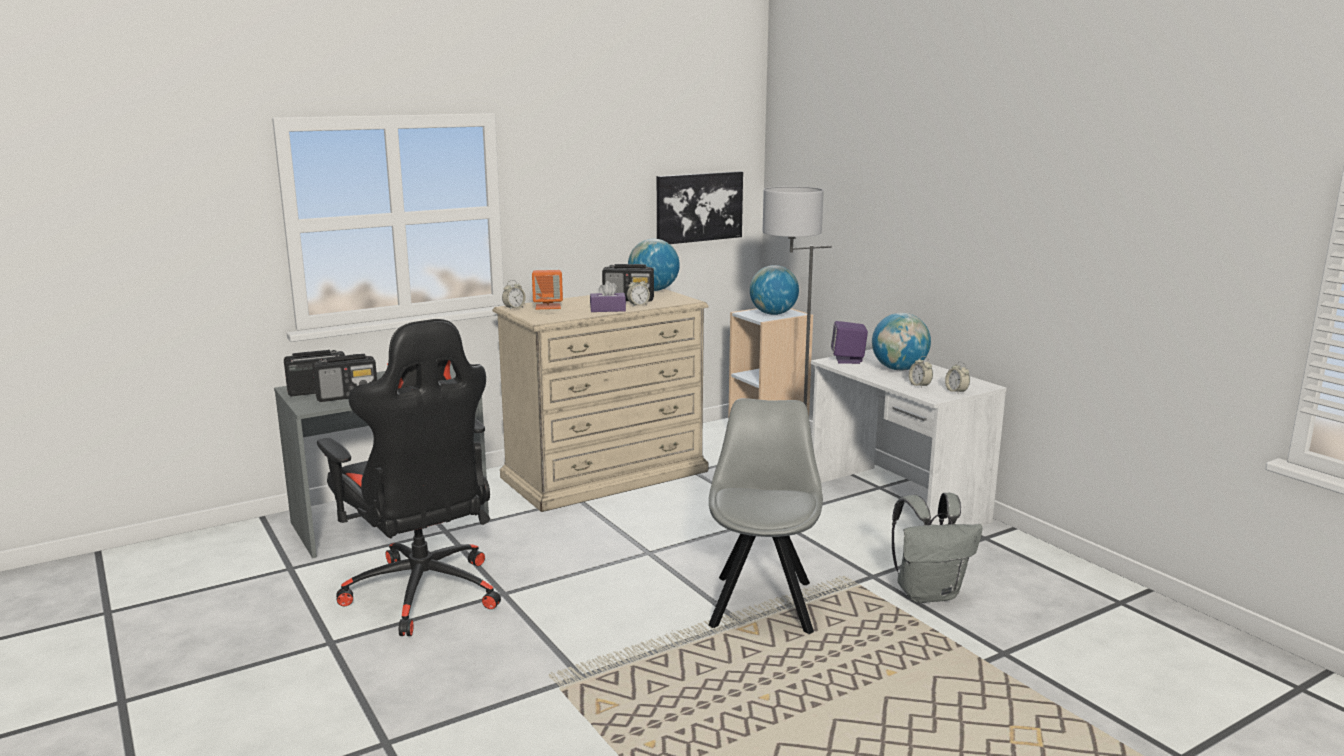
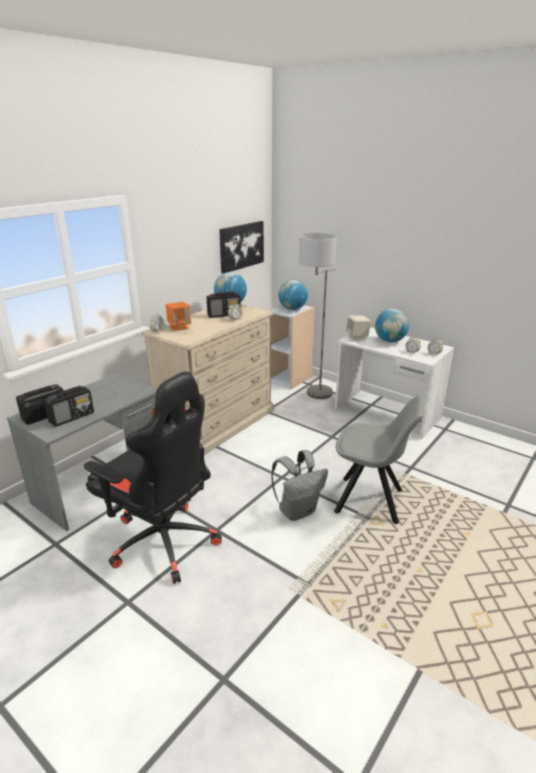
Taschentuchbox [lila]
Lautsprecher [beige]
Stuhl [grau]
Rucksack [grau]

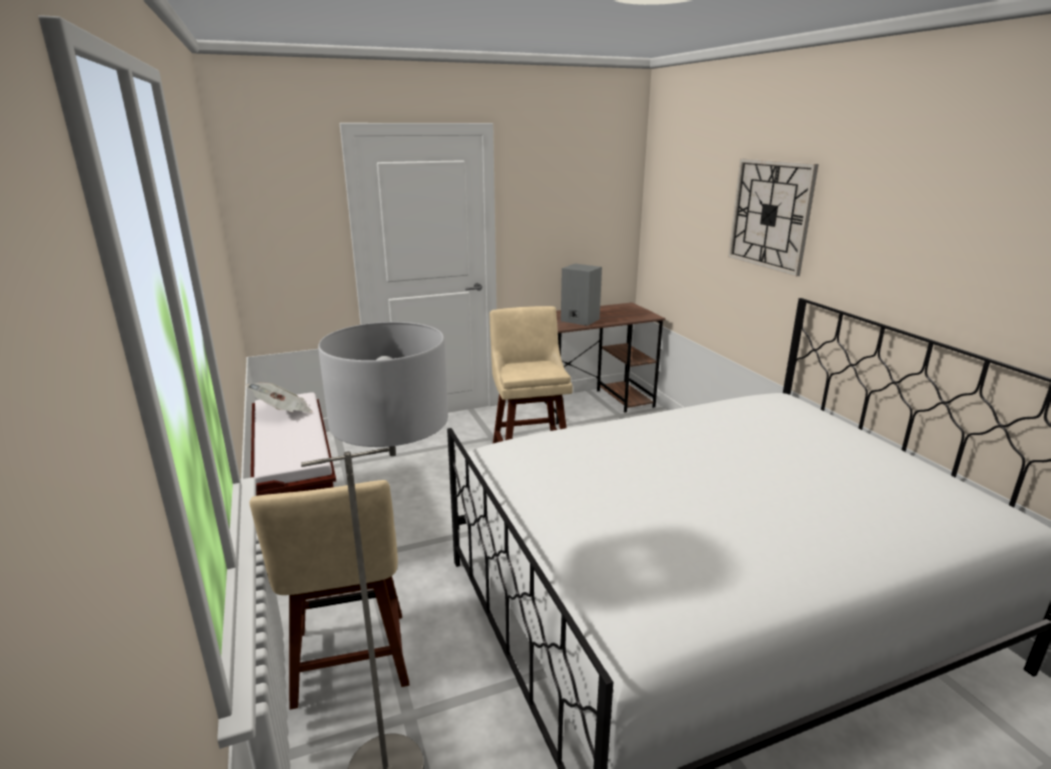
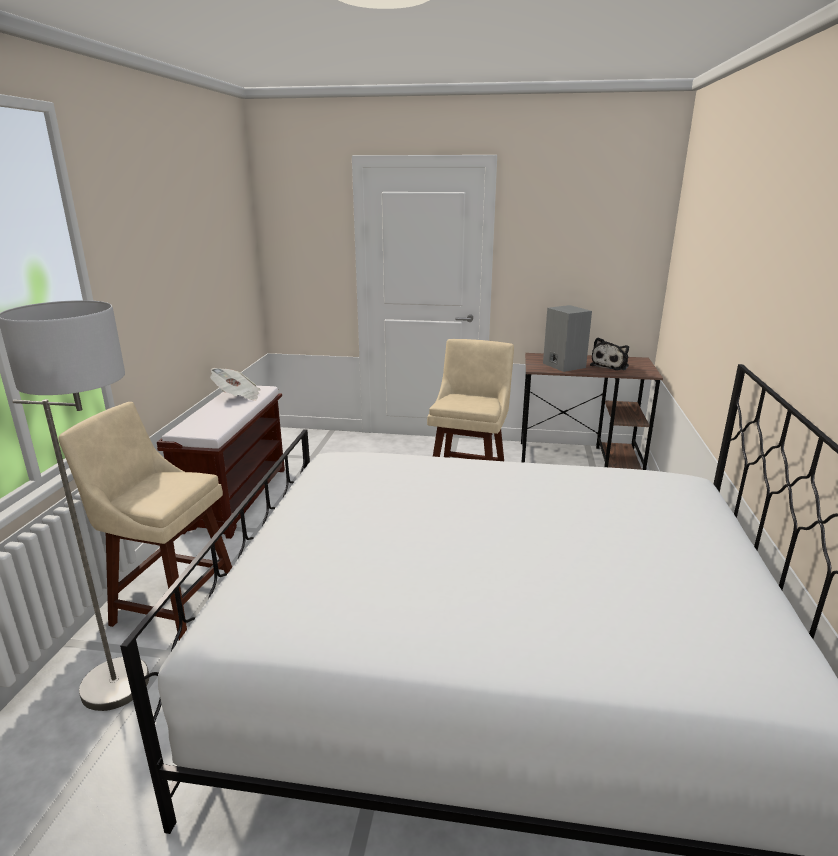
Wanduhr
Stuhl [beige] (1st from left)
Plüschtier

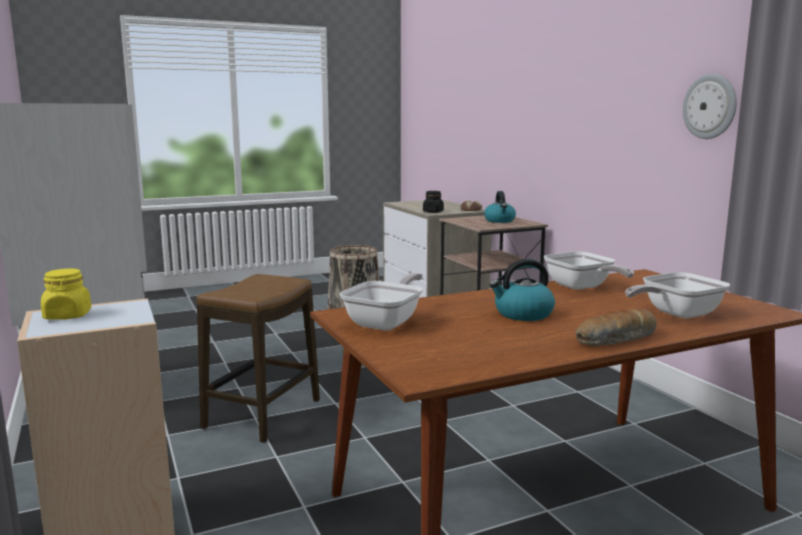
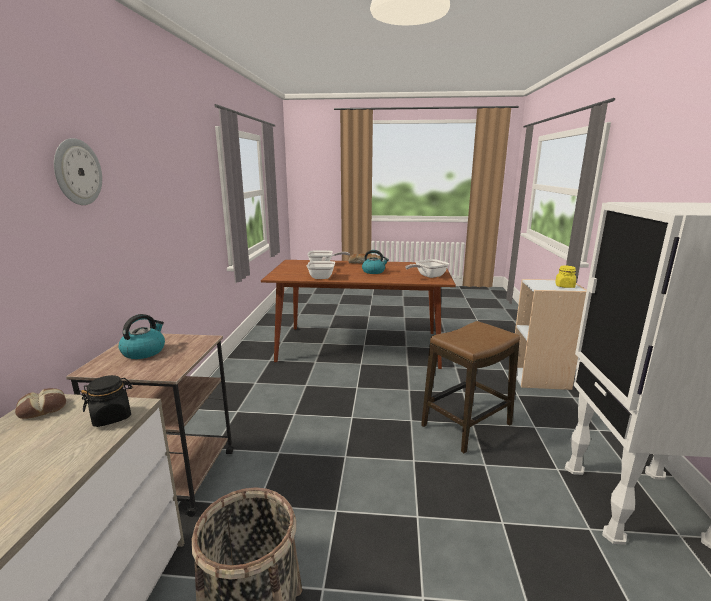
Wanduhr

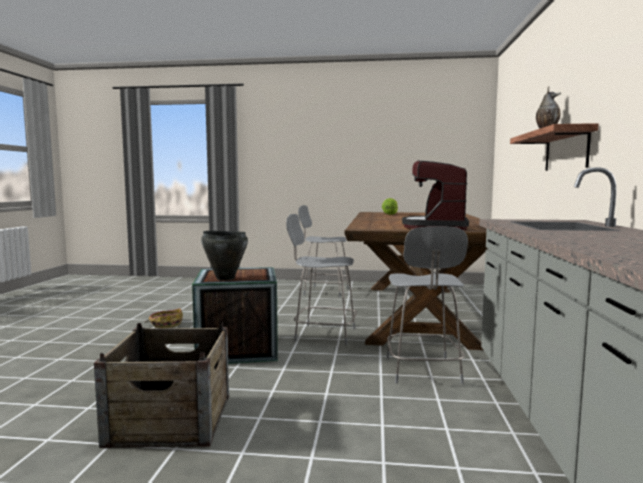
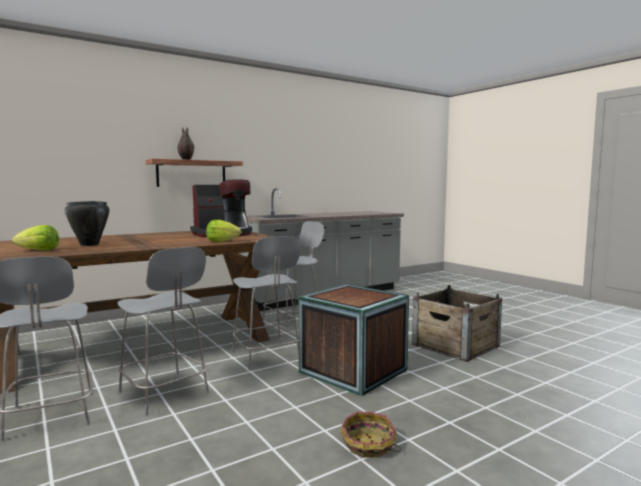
Kochtopf [schwarz]
Salatkopf (2nd from left)
Stuhl [grau] (2nd from left)

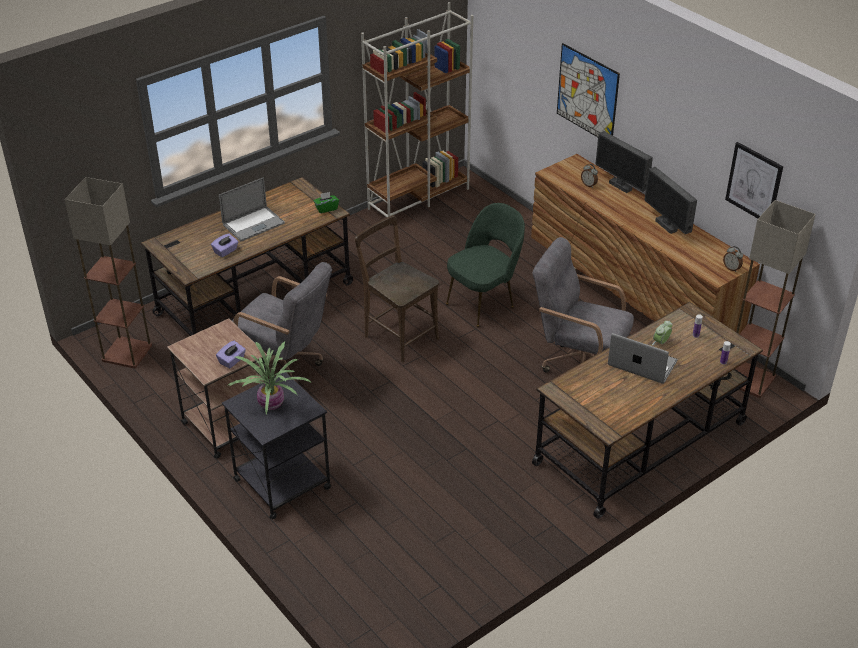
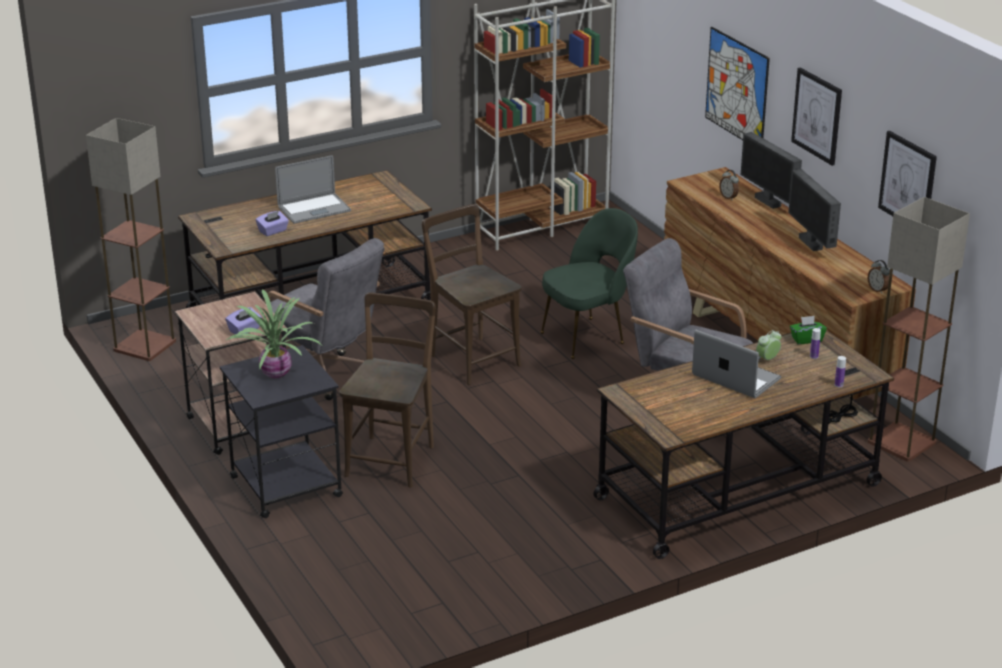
Taschentuchbox [grün]
Bild (2nd from left)
Stuhl [braun] (1st from left)

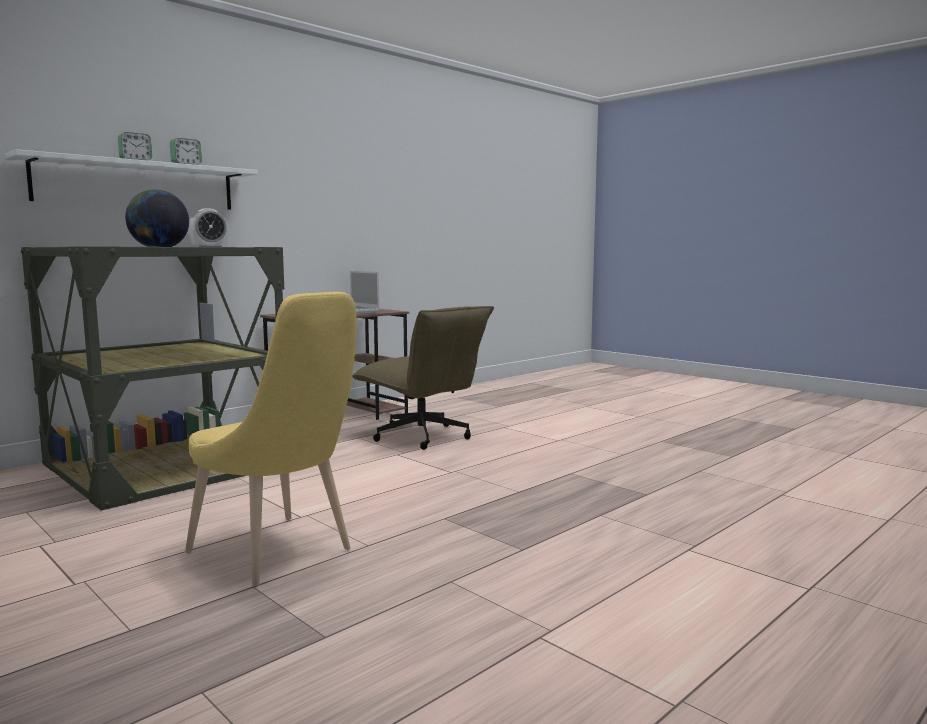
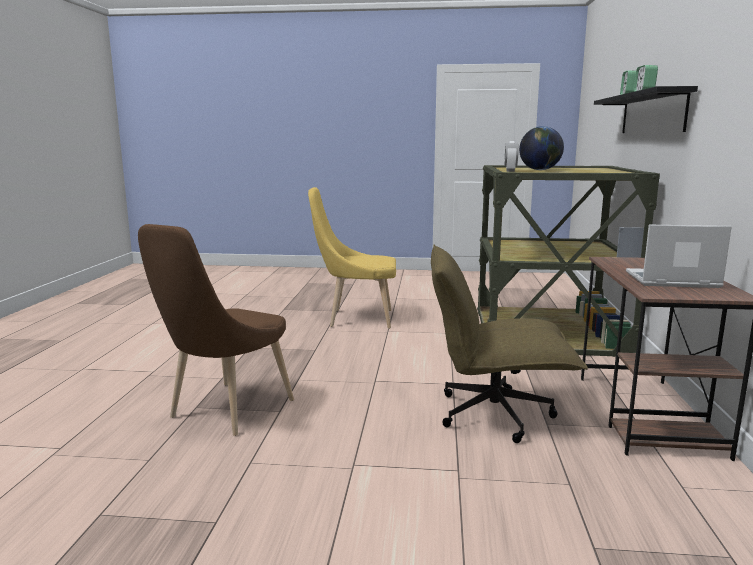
Wandregal [schwarz]
Stuhl [braun]

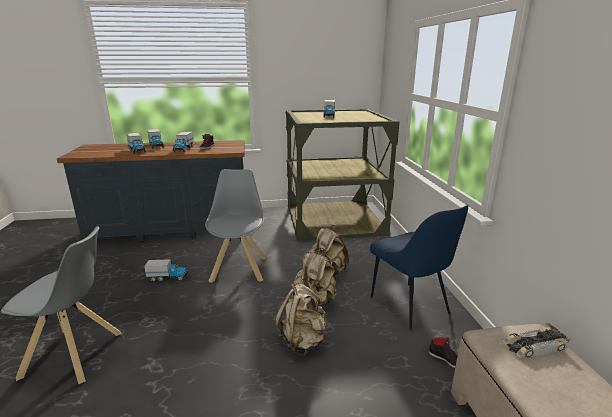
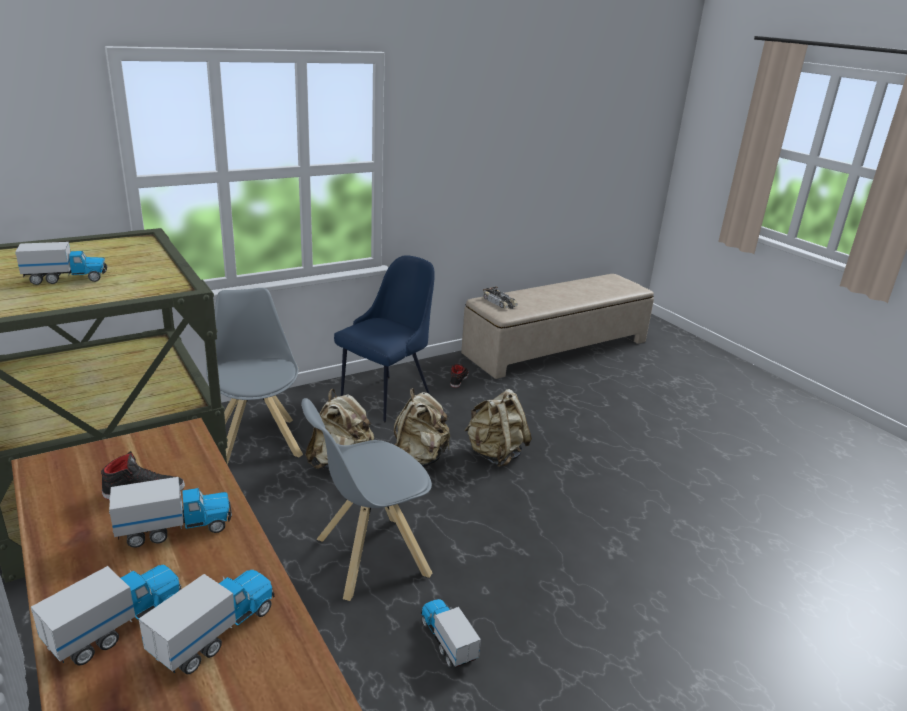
Stuhl [grau] (1st from left)

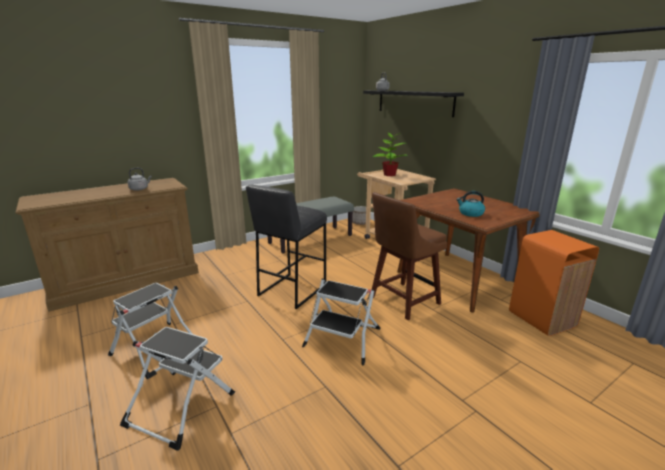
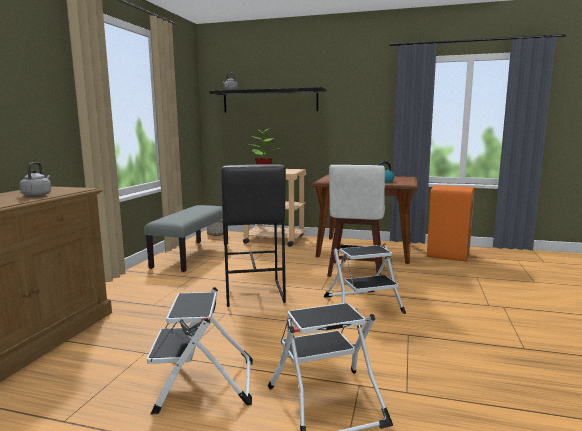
Stuhl [weiß]

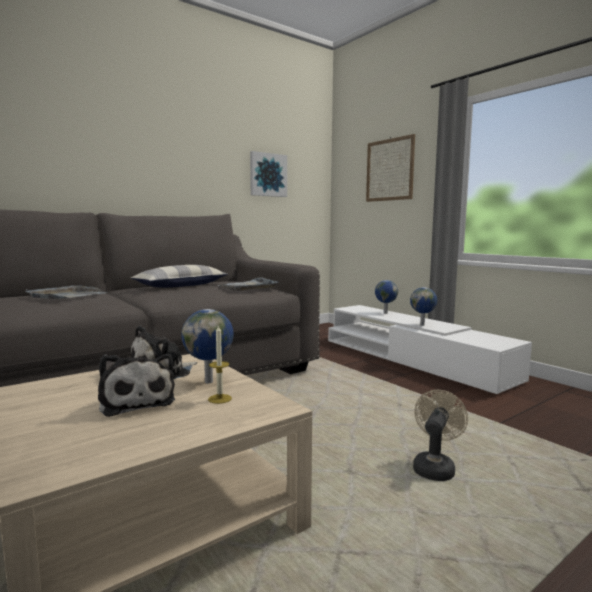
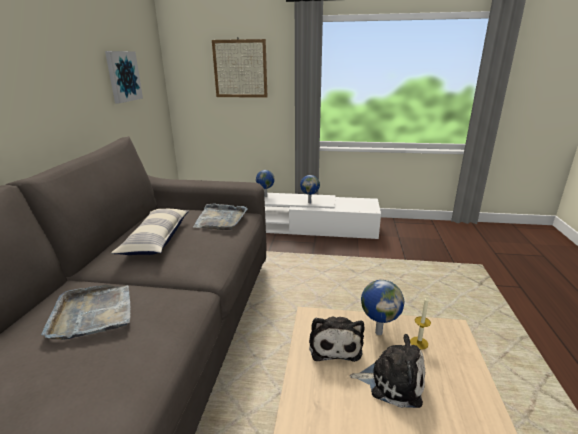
Ventilator [beige]

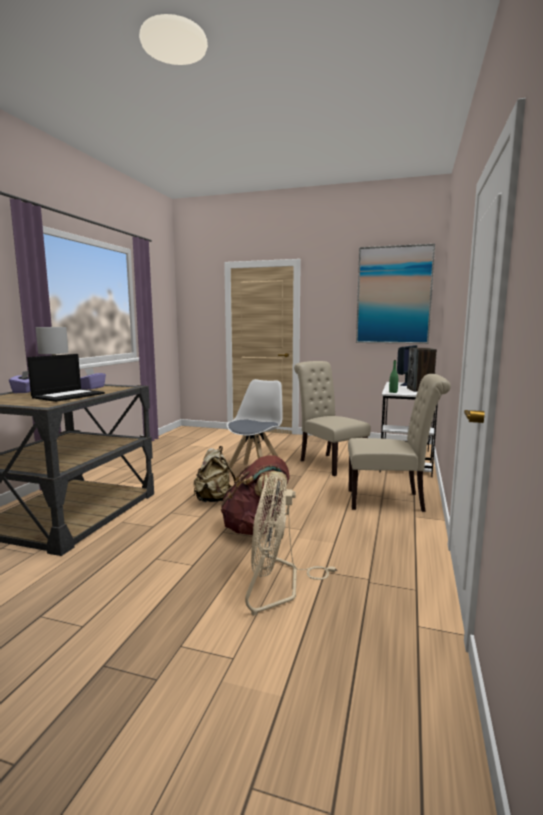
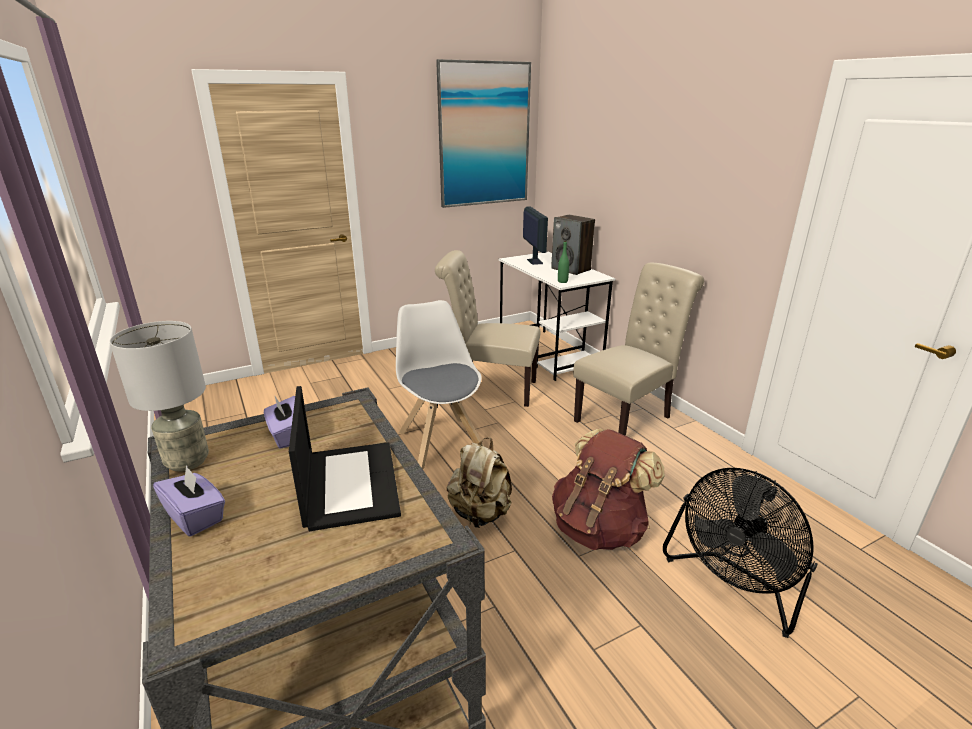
Ventilator [schwarz]

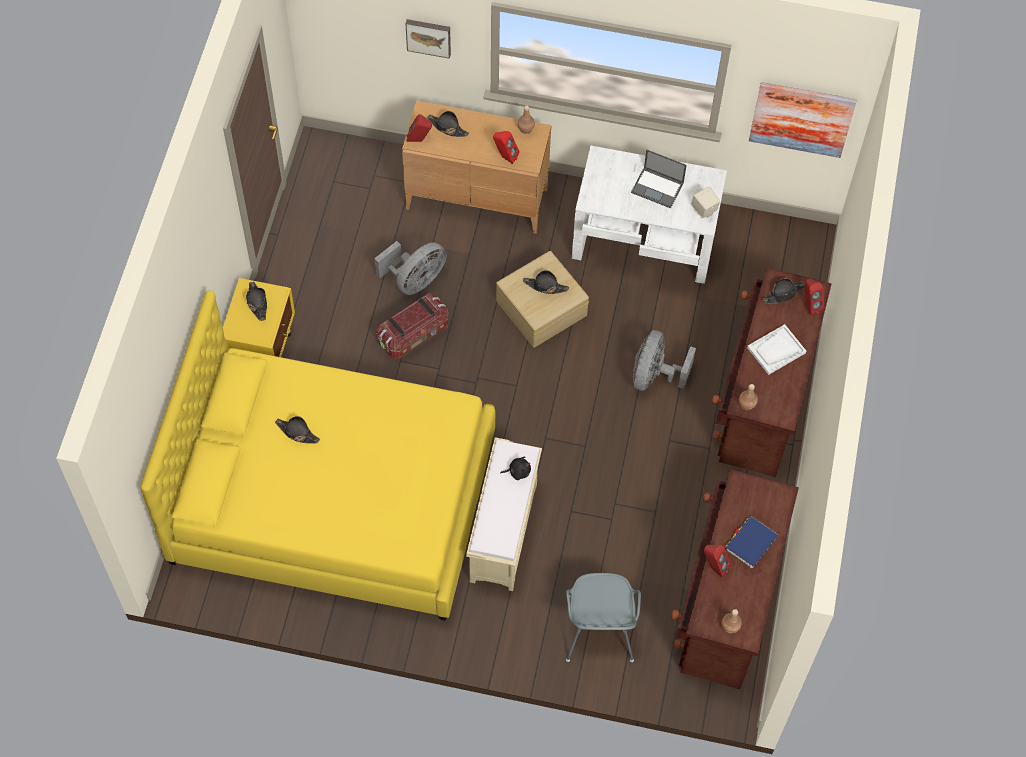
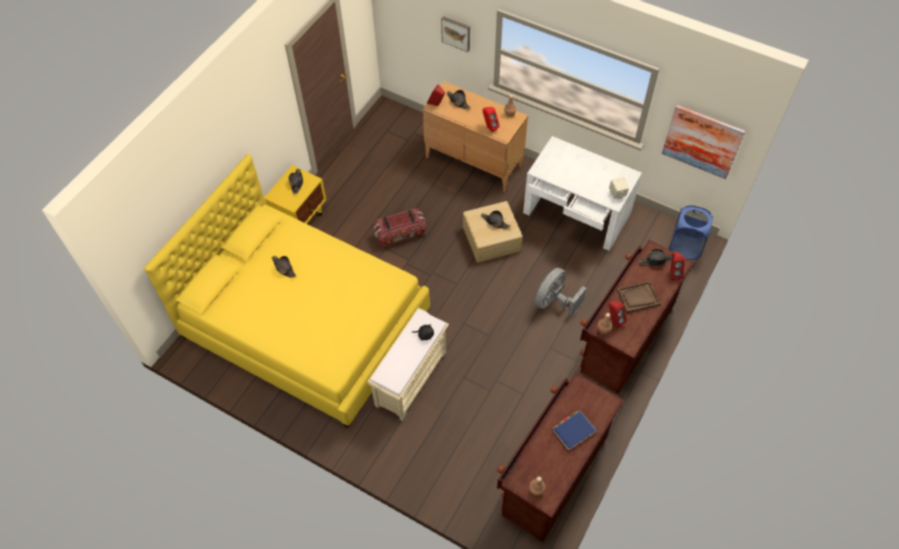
Laptop
Ventilator [grau] (1st from left in the first image)
Tablett [braun]
Lautsprecher [rot] (3rd from left)
Stuhl [grau]
Wäschekorb [blau]

